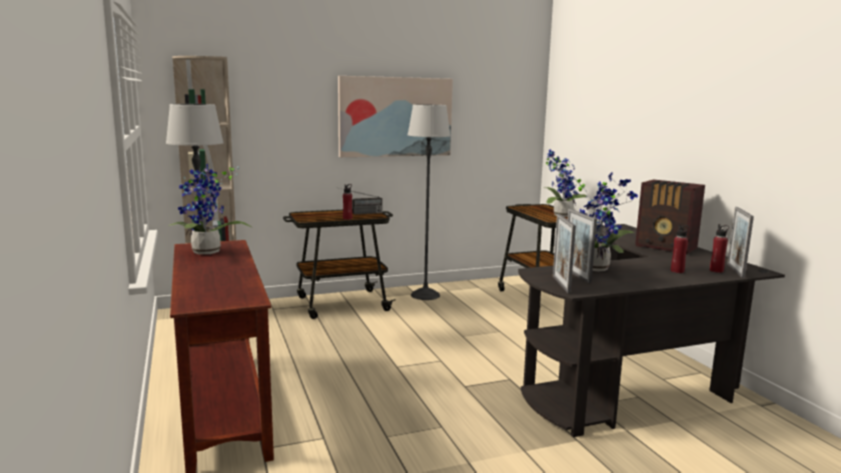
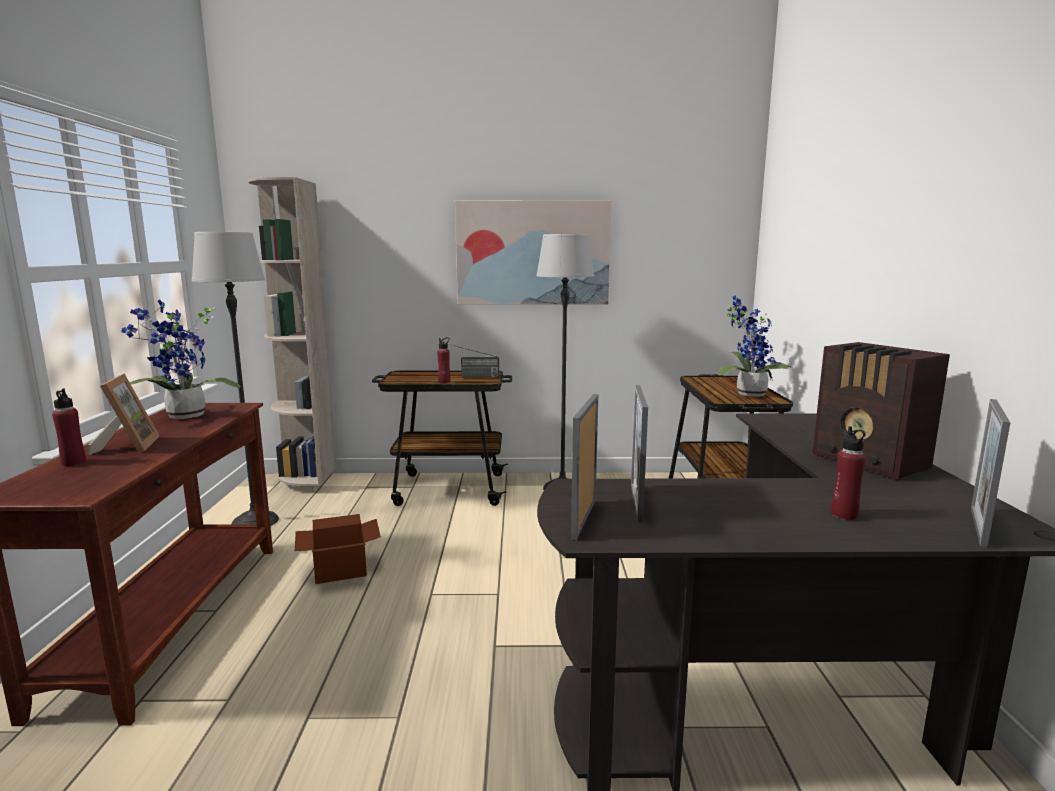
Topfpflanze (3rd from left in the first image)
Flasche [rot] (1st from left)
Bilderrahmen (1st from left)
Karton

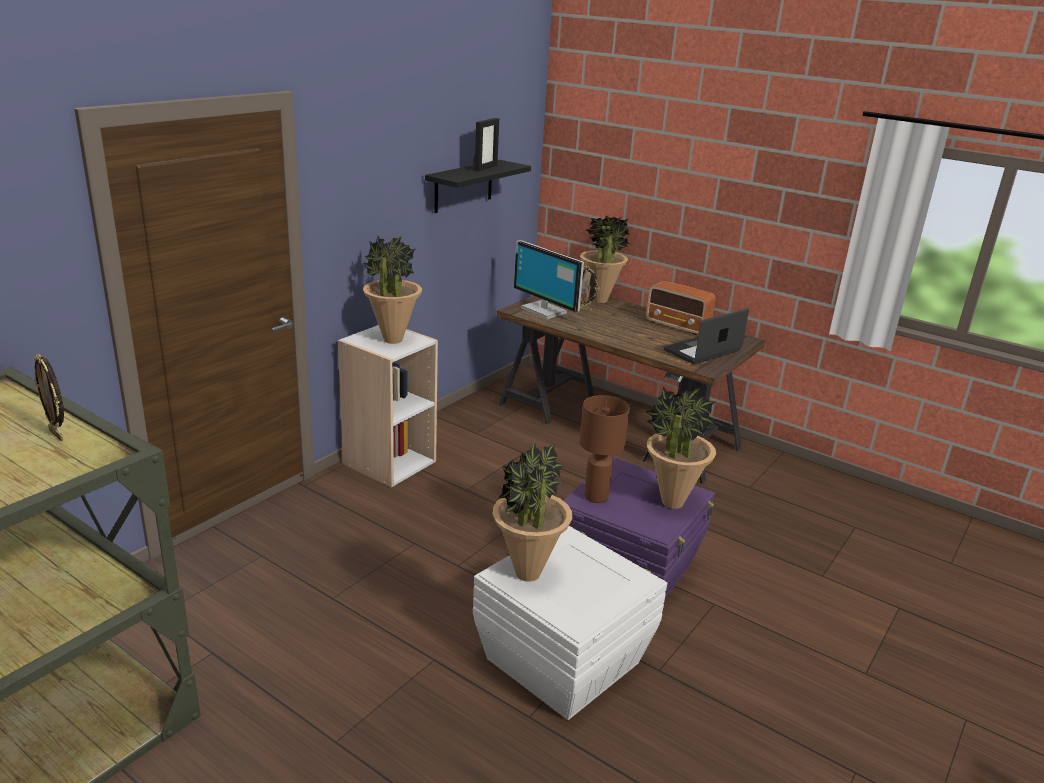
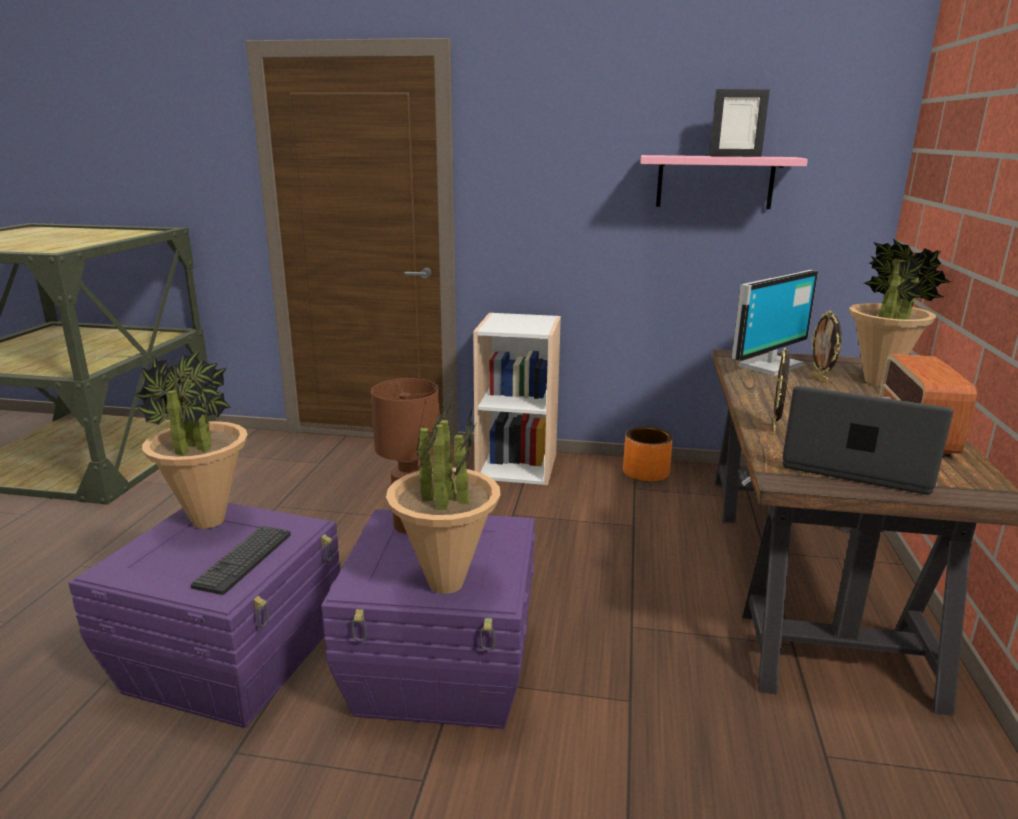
Wandregal [rosa]
Topfpflanze (1st from left in the first image)
Monitor
Bilderrahmen (2nd from left)
Aufbewahrungsbox [lila] (1st from left)
Pflanzkübel [orange]
Tastatur

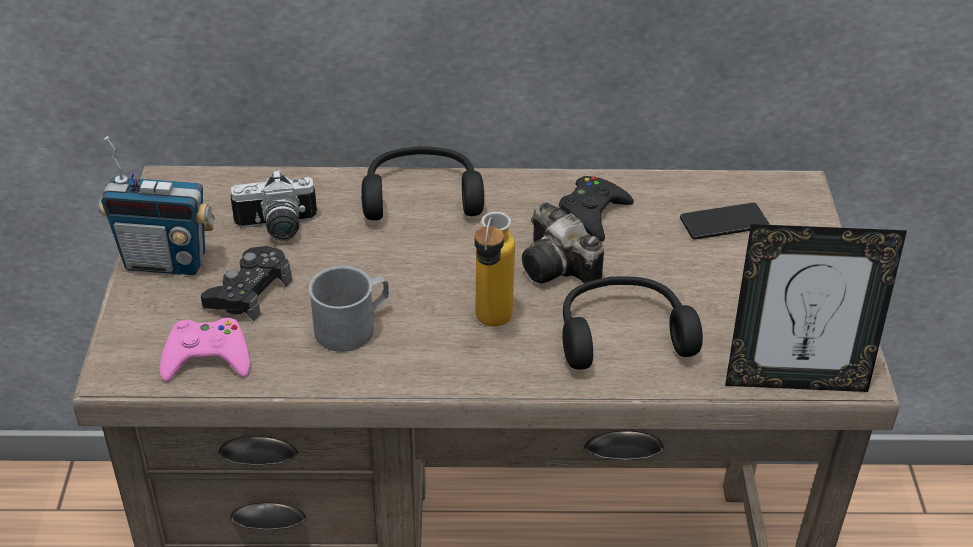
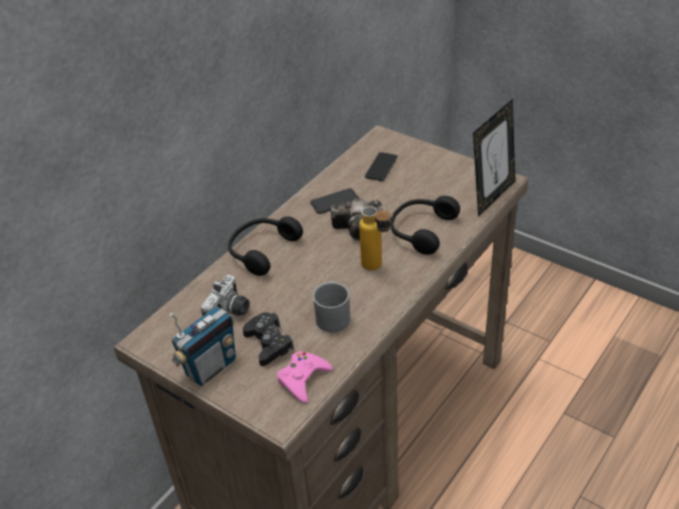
Handy (1st from left)

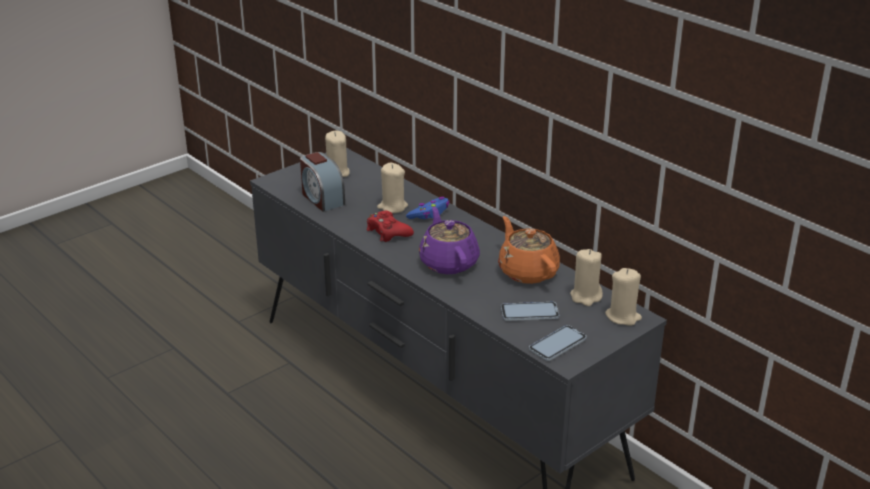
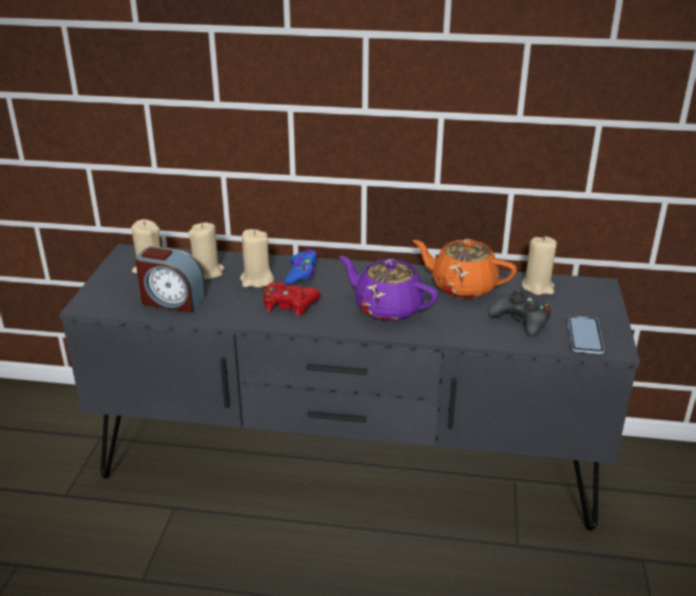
Kerze [beige] (2nd from left)
Gamepad [schwarz]

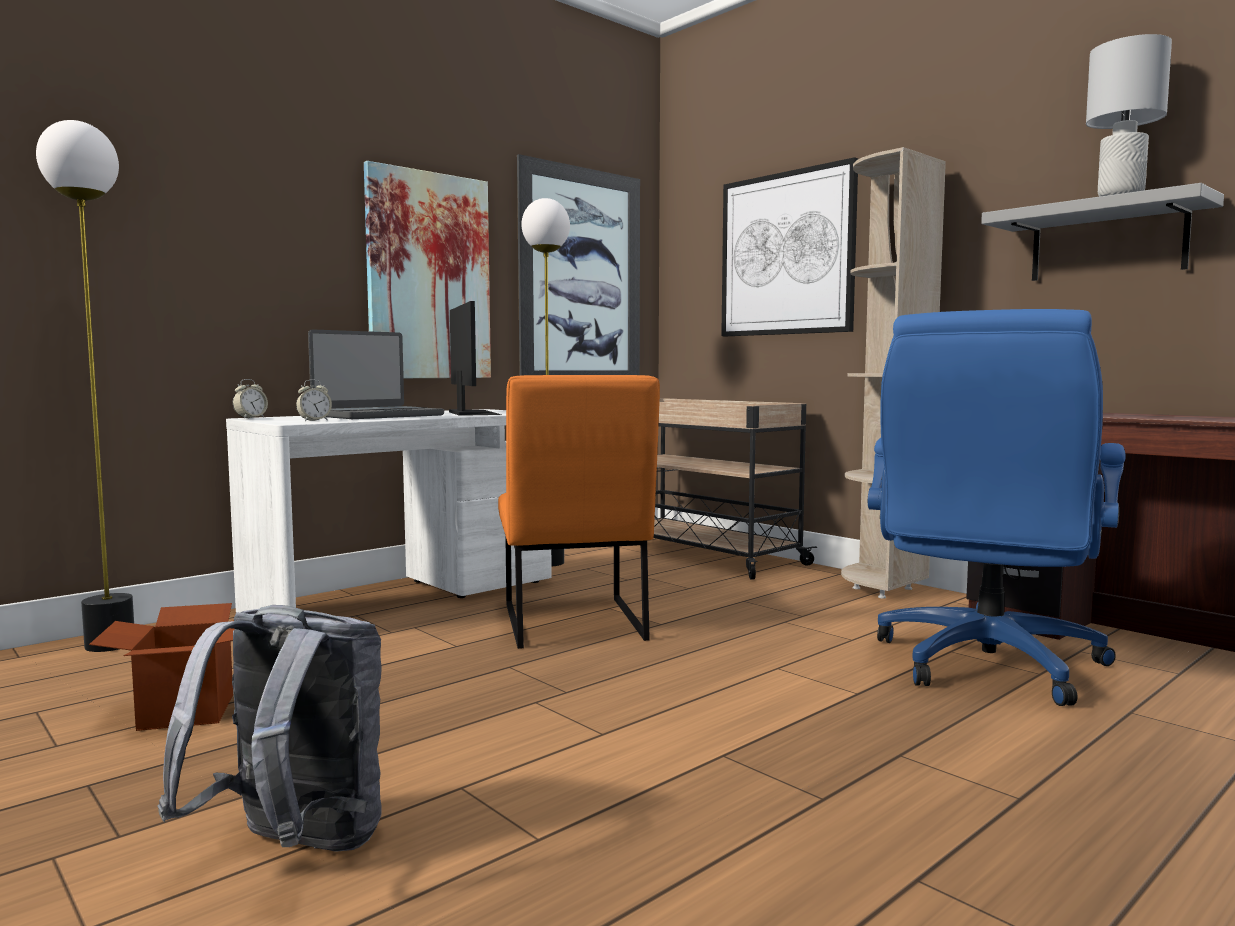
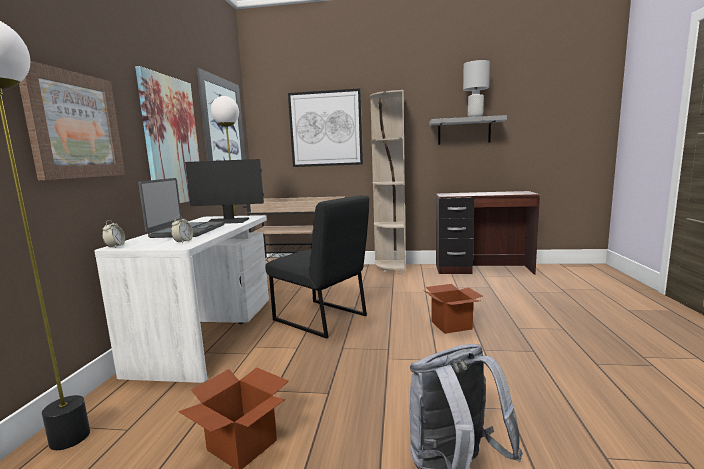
Monitor
Bürostuhl [blau]
Stuhl [schwarz]
Bild (1st from left)
Karton (2nd from left)

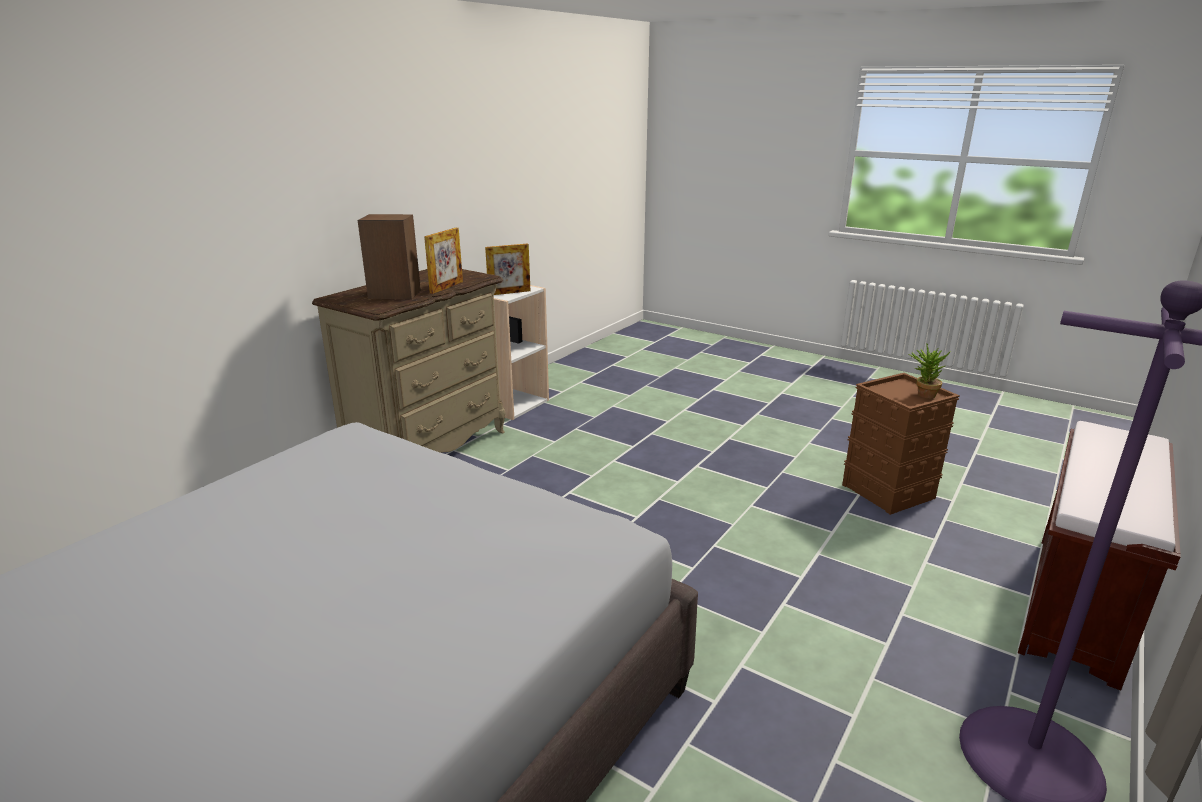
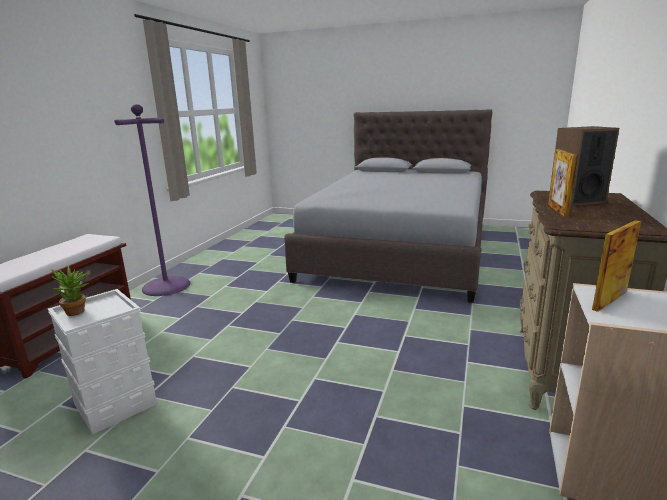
Aufbewahrungsbox [weiß]

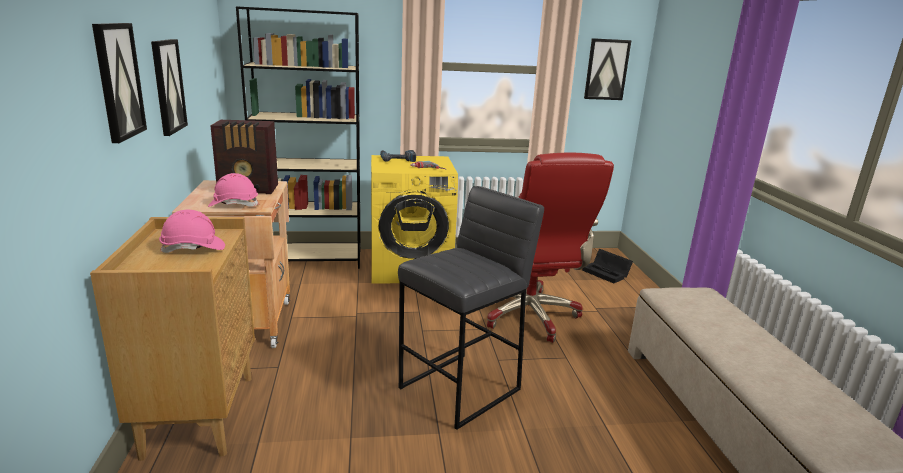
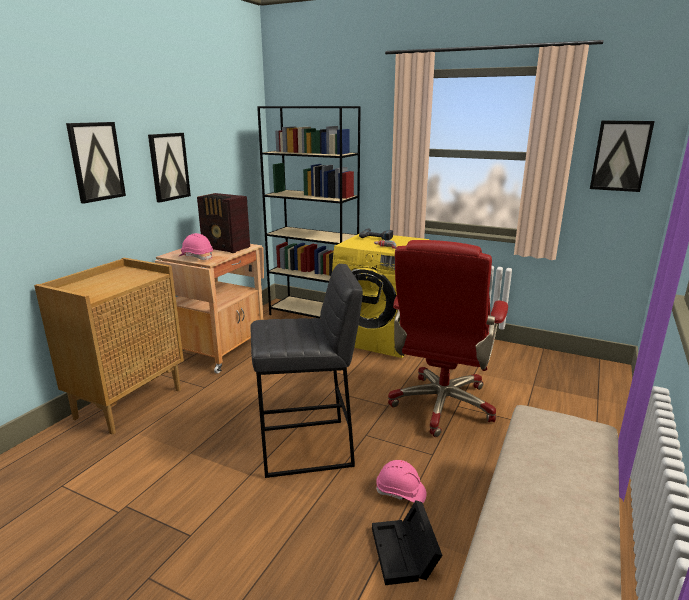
Schutzhelm [rosa] (2nd from left)
Aufbewahrungsbox [schwarz]

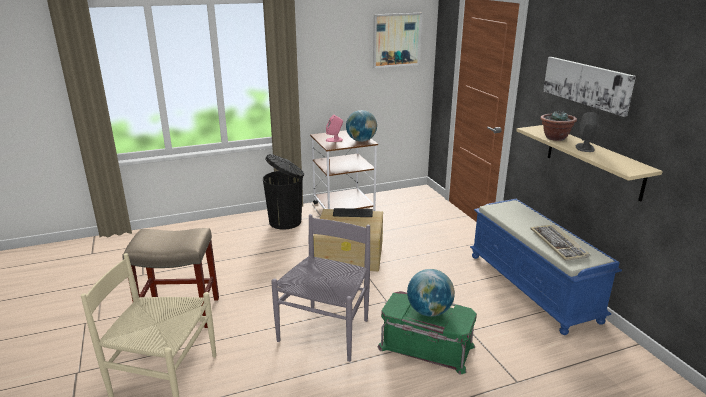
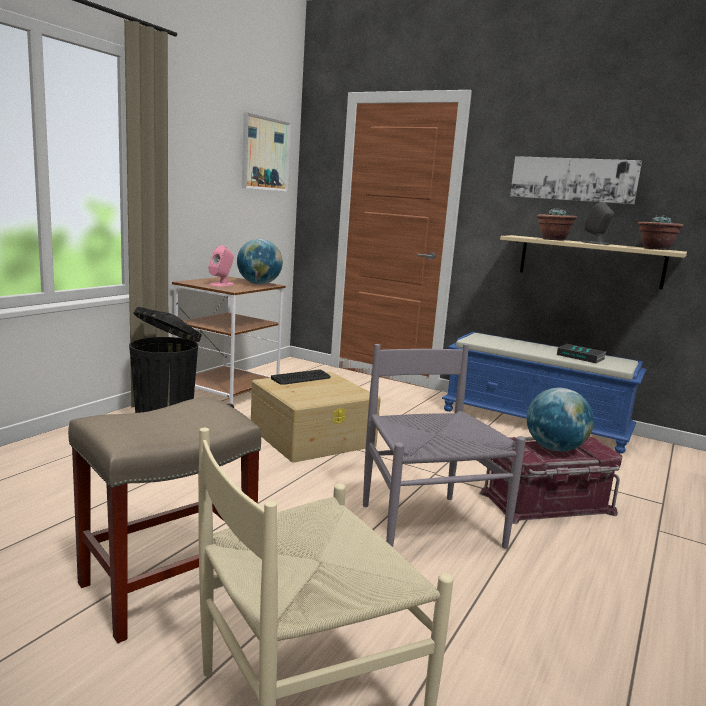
Buch
Aufbewahrungsbox [rot]
Topfpflanze (2nd from left)

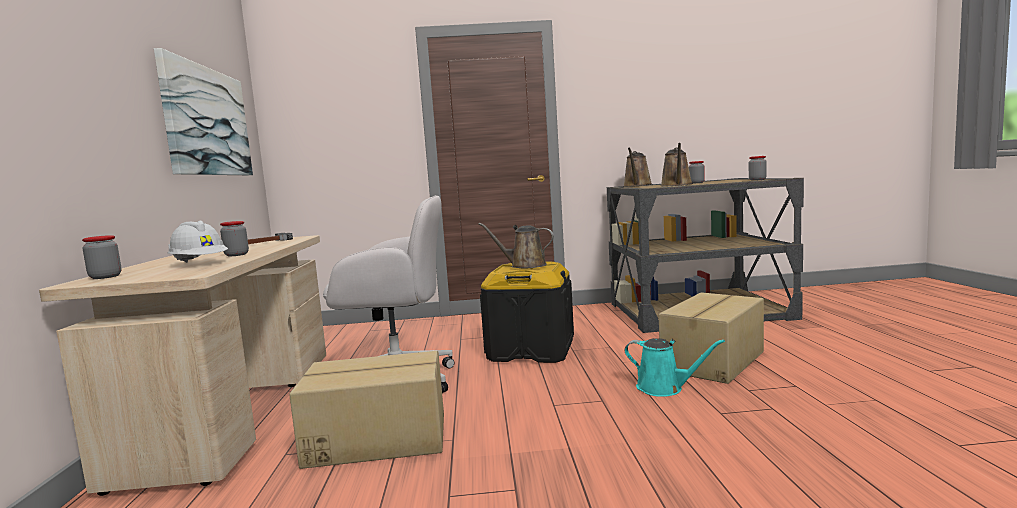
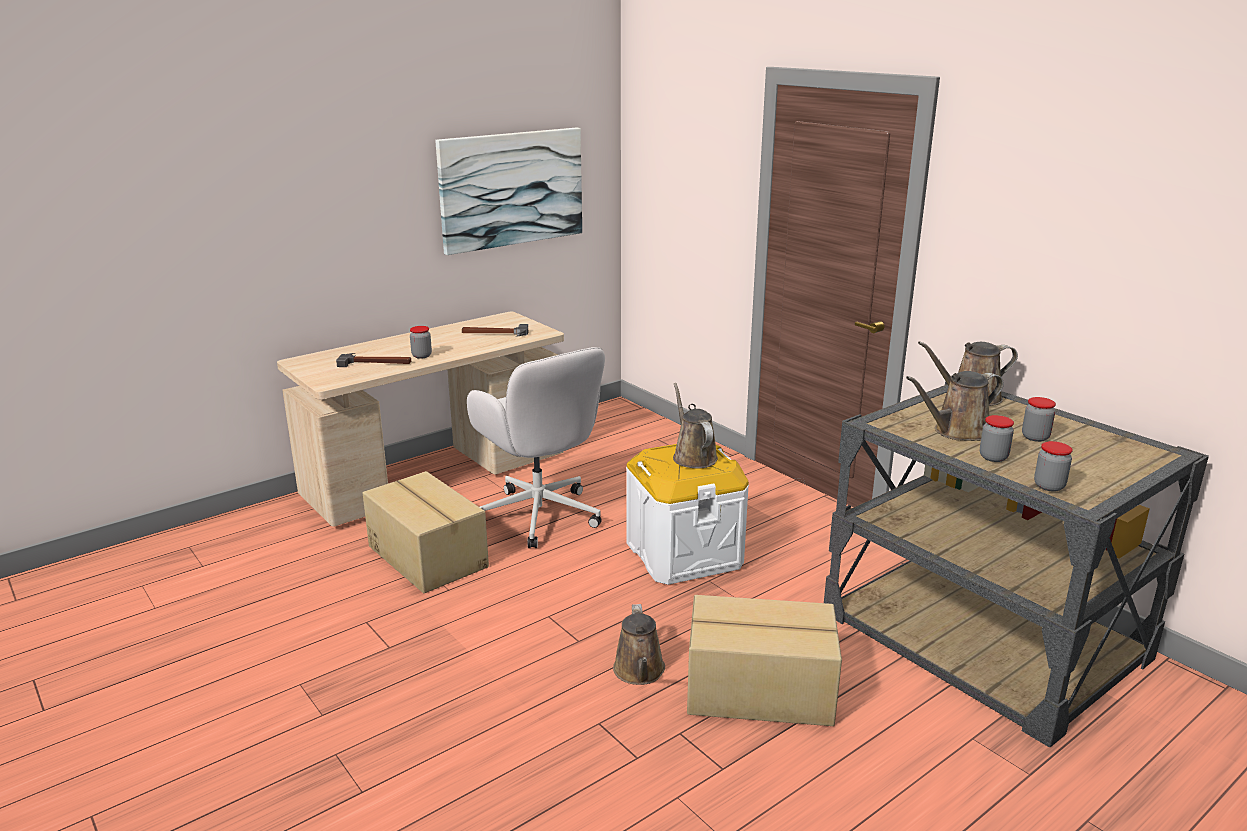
Hammer (1st from left)
Vorratsglas (2nd from left)
Aufbewahrungsbox [weiß]
Gießkanne [braun] (1st from left)

